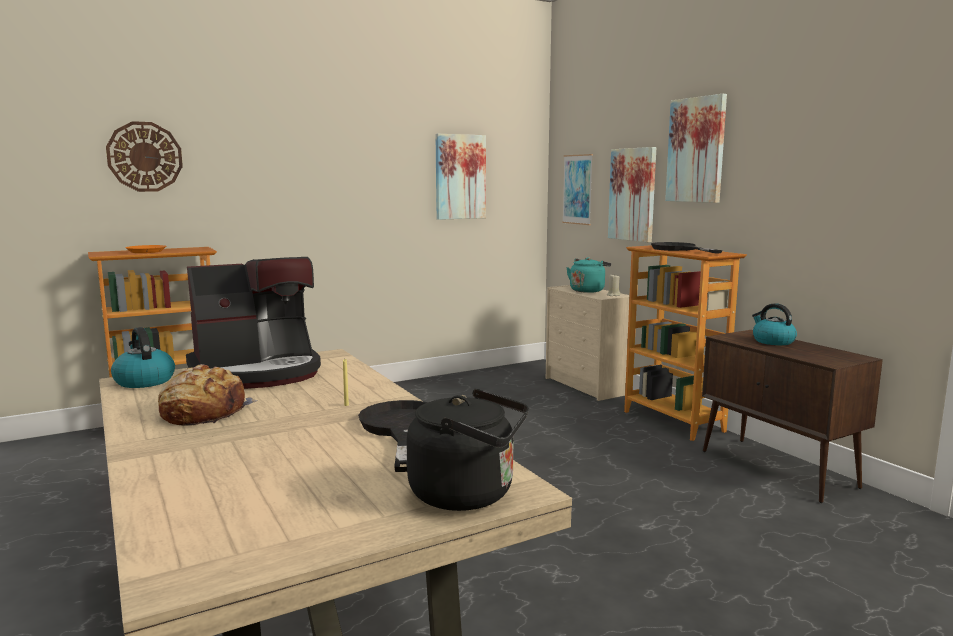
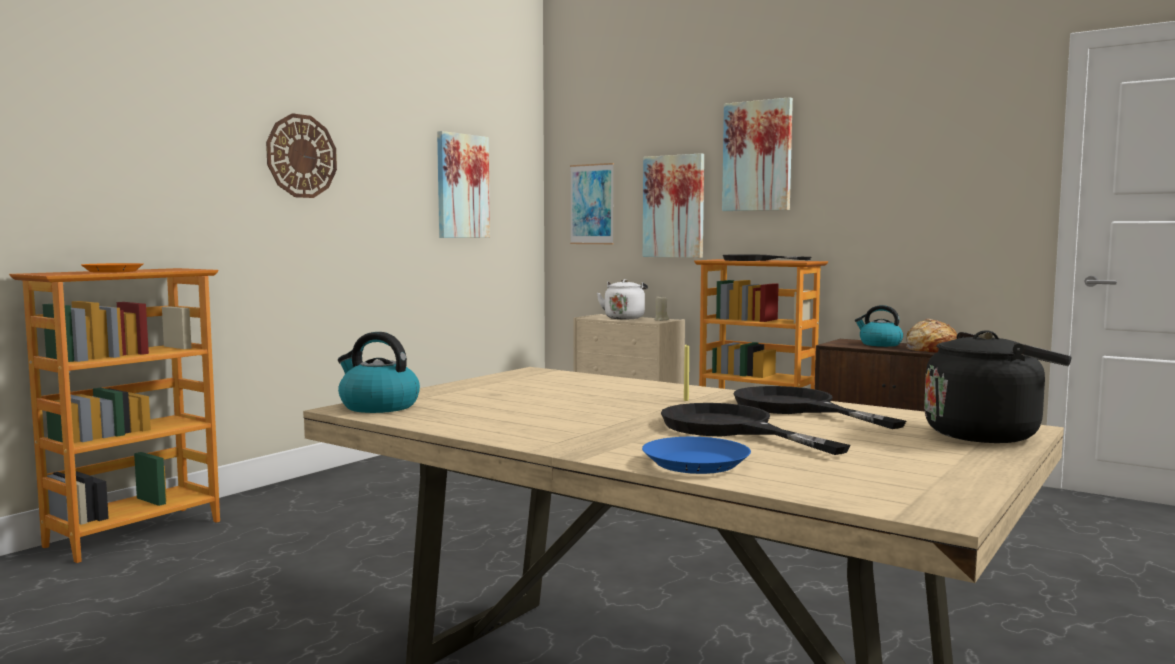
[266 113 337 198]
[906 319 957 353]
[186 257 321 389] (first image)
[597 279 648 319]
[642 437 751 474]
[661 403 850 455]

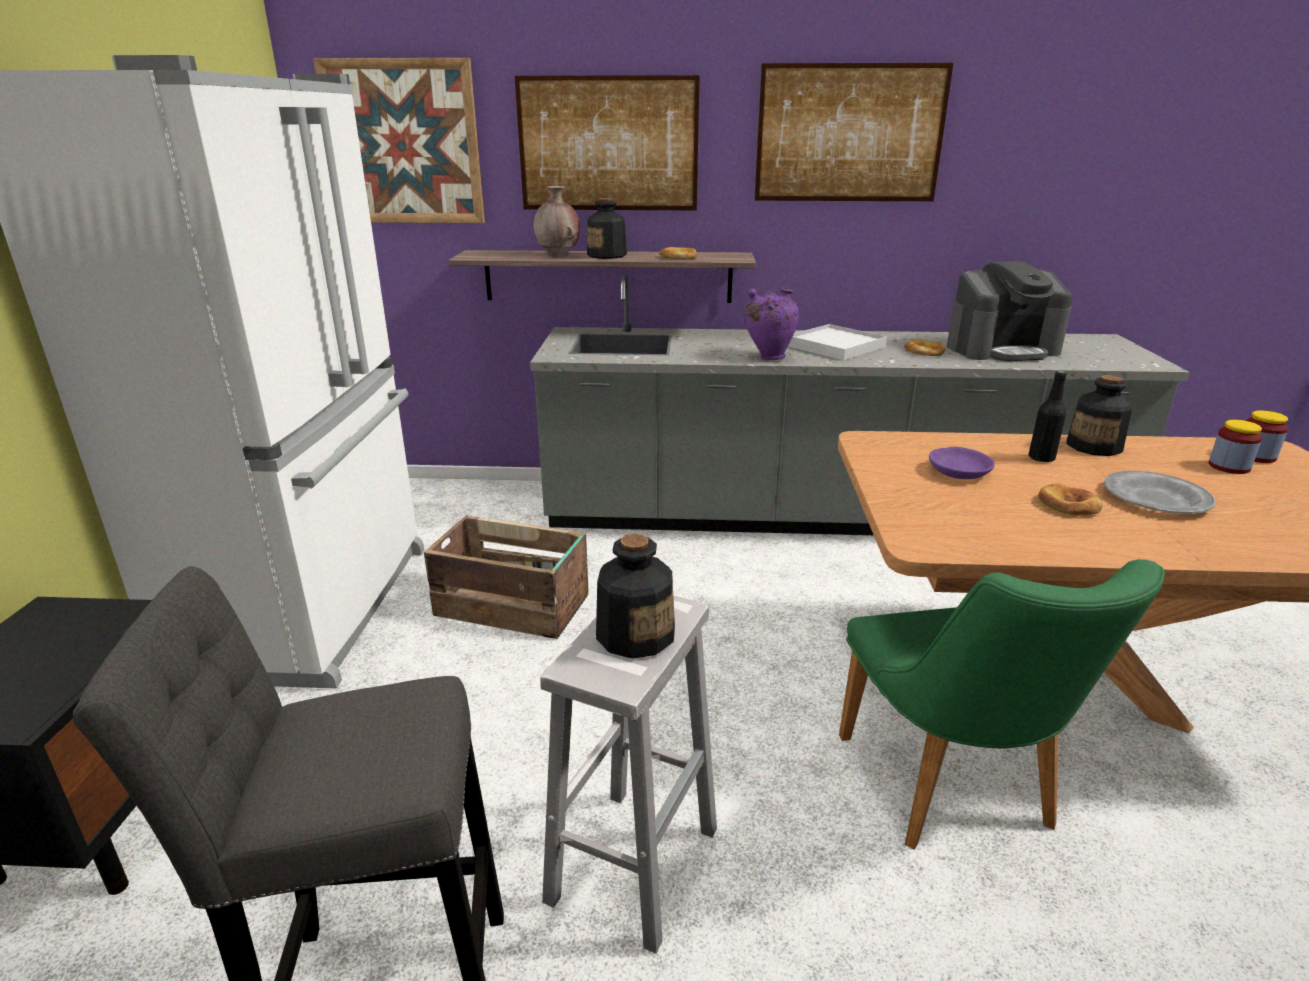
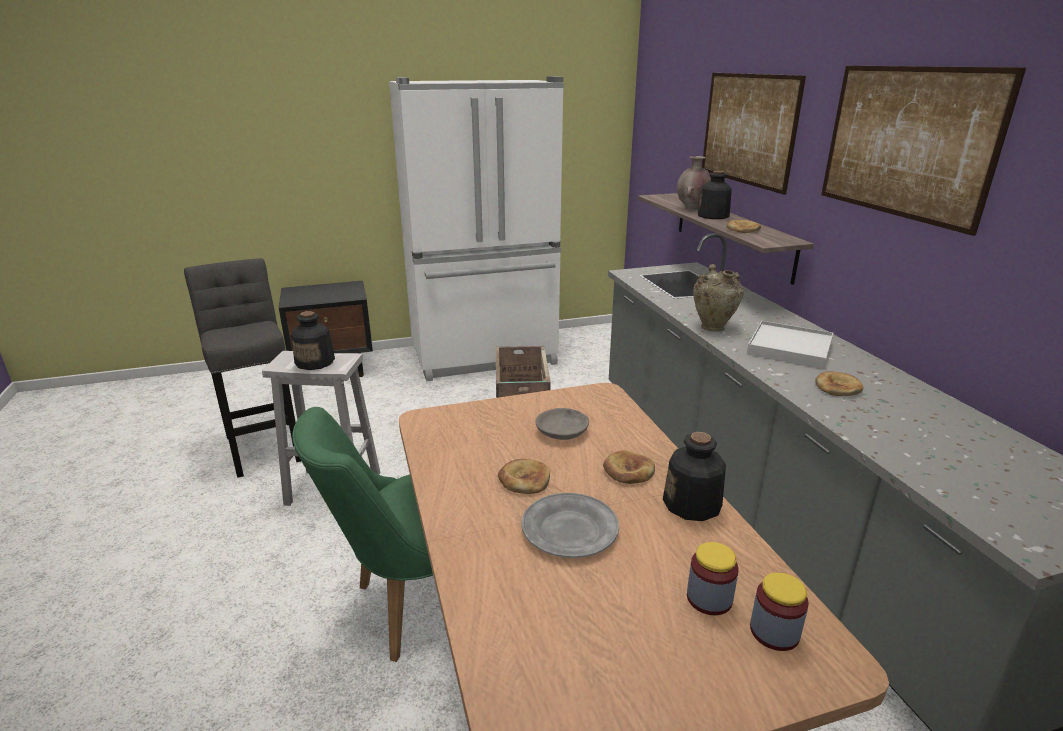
[313 58 485 223] (first image)
[693 264 744 332]
[535 408 589 440]
[947 261 1072 362] (first image)
[603 450 655 484]

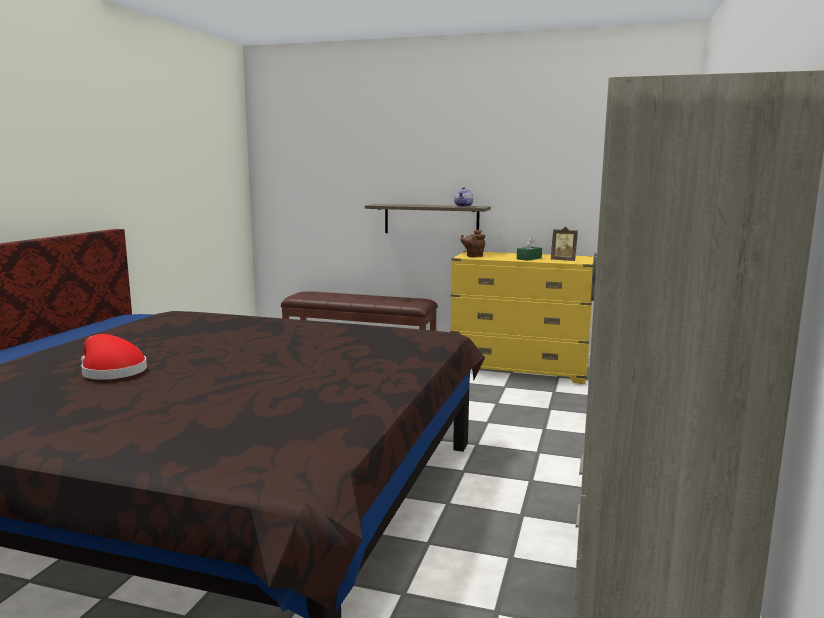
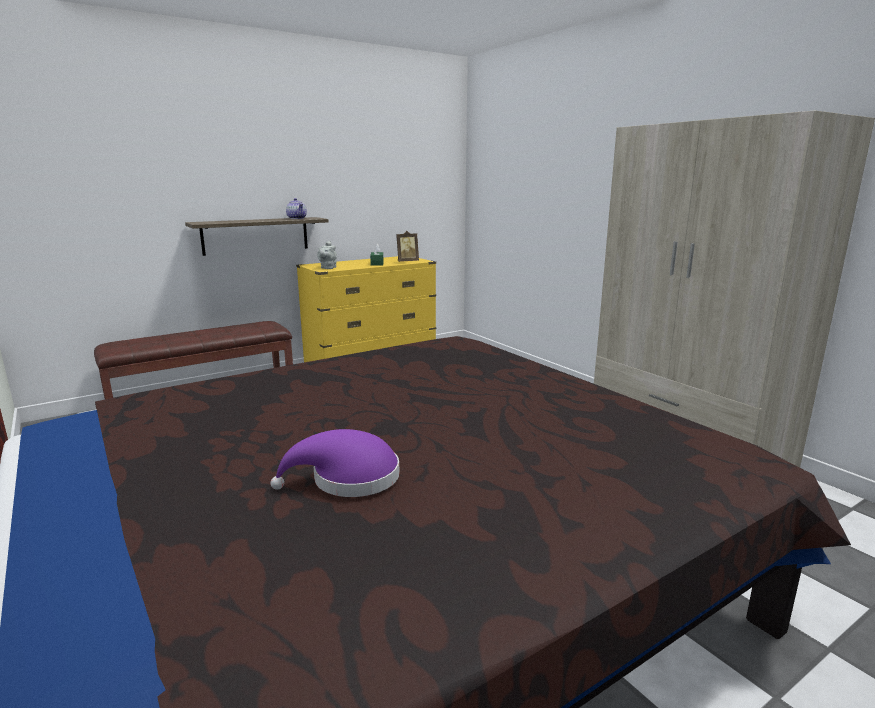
[271 429 400 497]
[317 241 337 269]

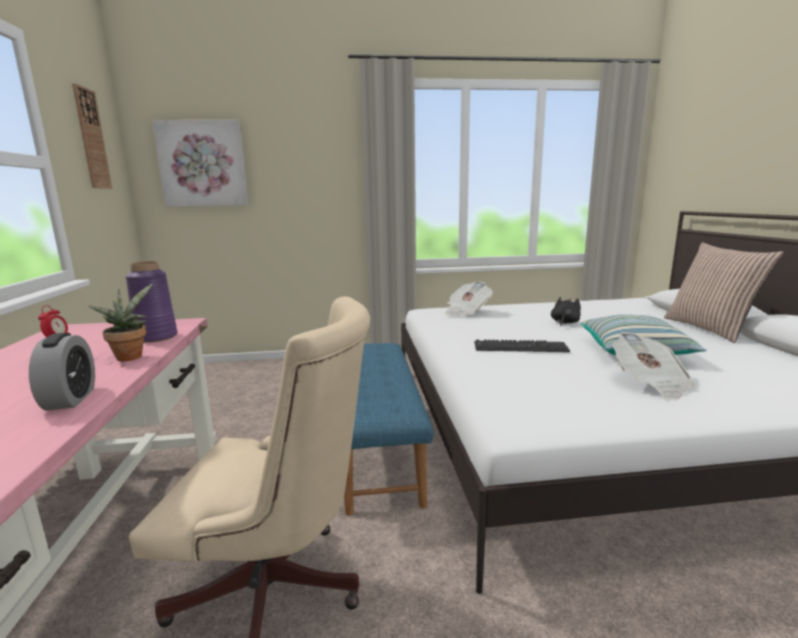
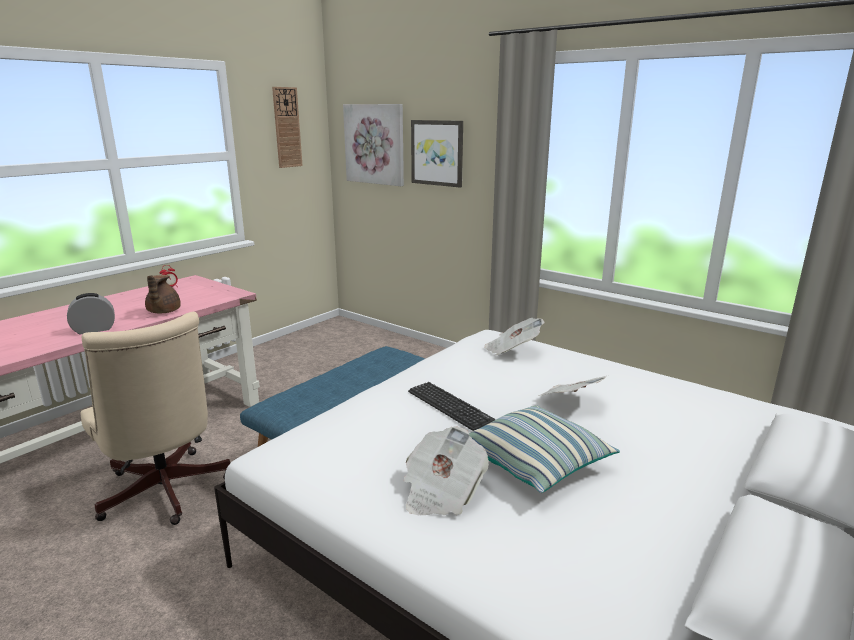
[67 293 115 335]
[145 275 181 313]
[125 261 177 343] (first image)
[538 376 606 396]
[664 243 784 343] (first image)
[411 120 463 188]

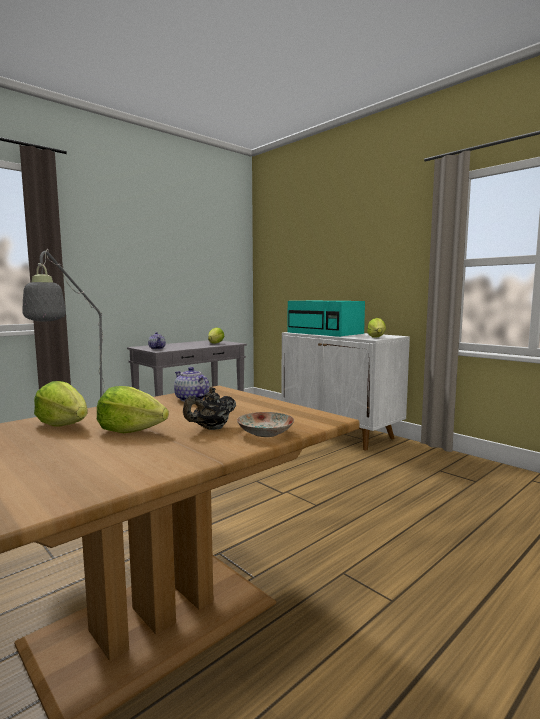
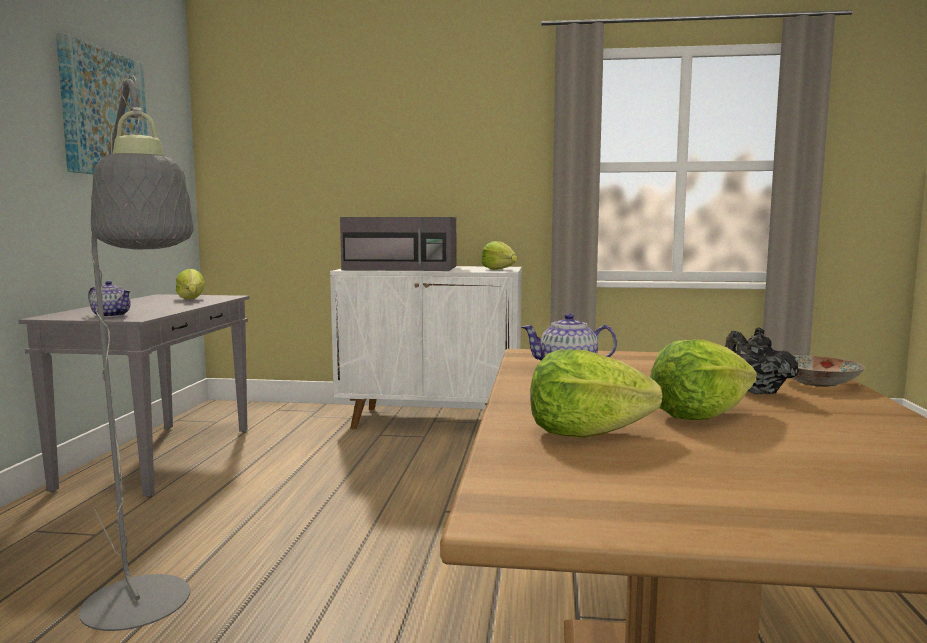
[725 327 799 394]
[340 217 456 271]
[56 33 148 174]

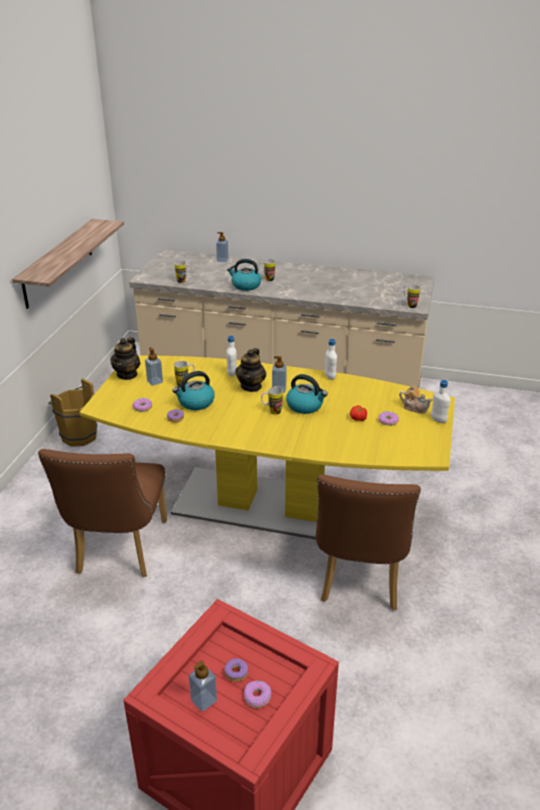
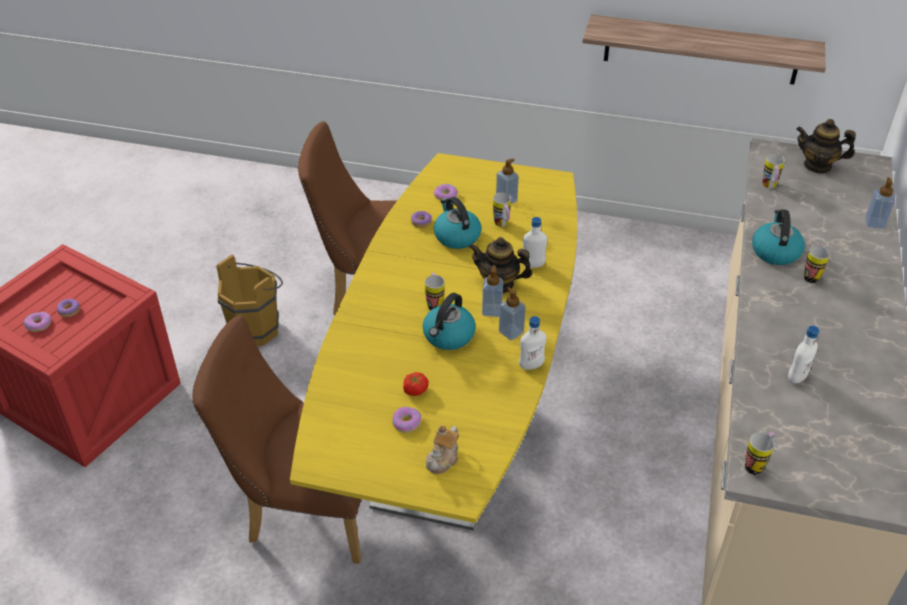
[217 255 283 346]
[796 119 856 174]
[499 287 526 340]
[788 326 819 384]

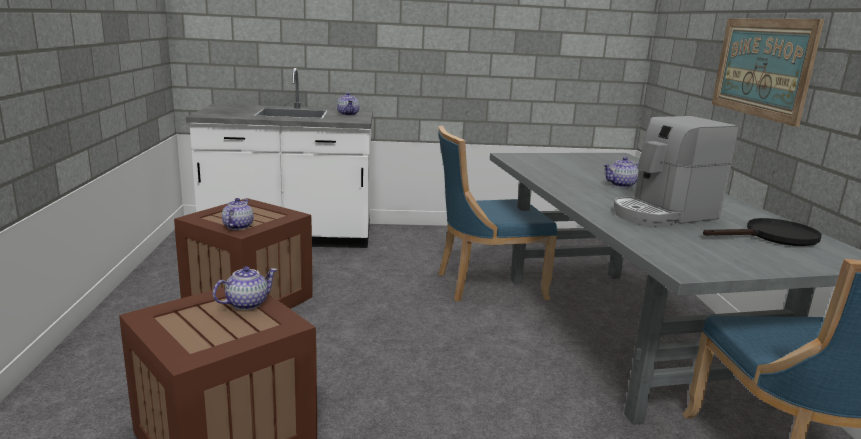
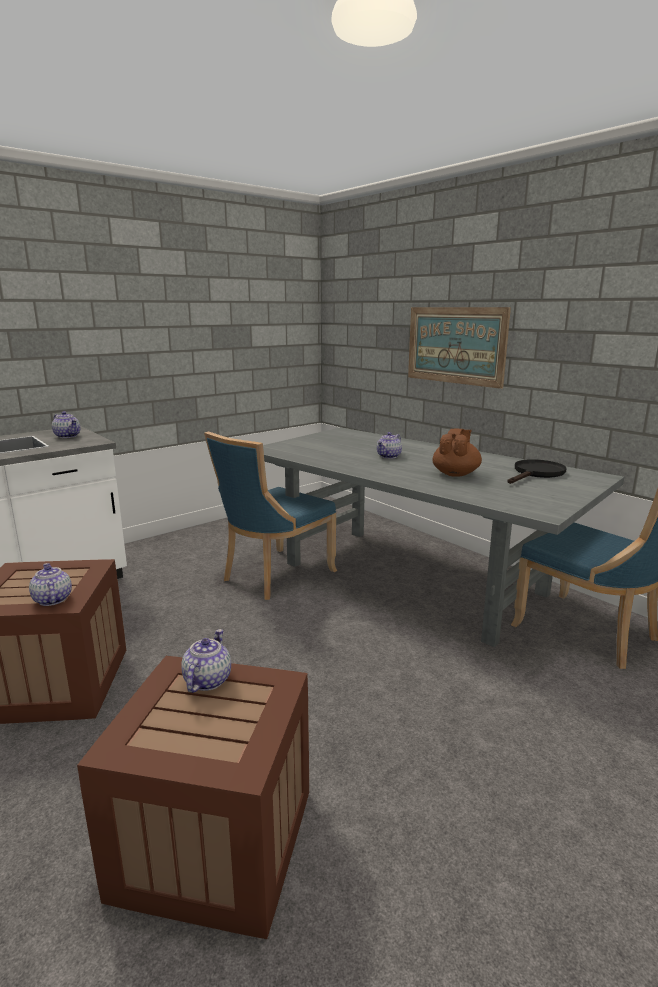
[433 429 482 477]

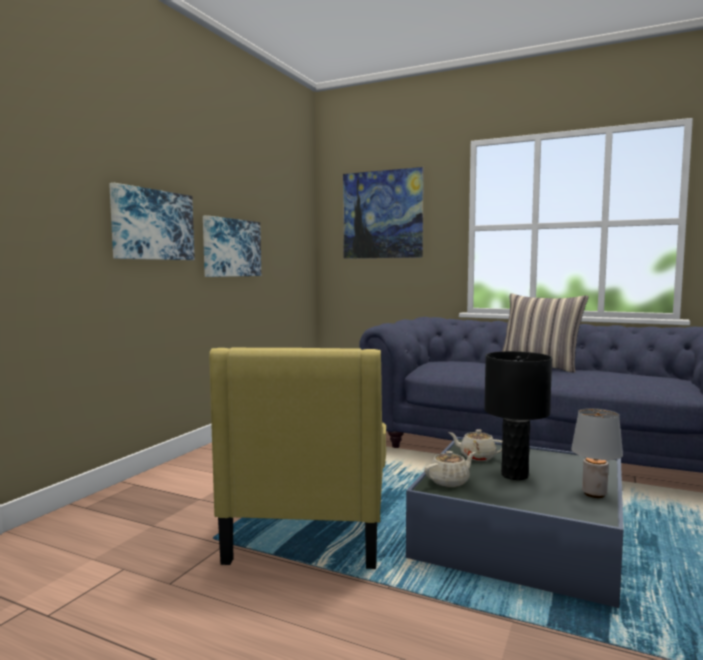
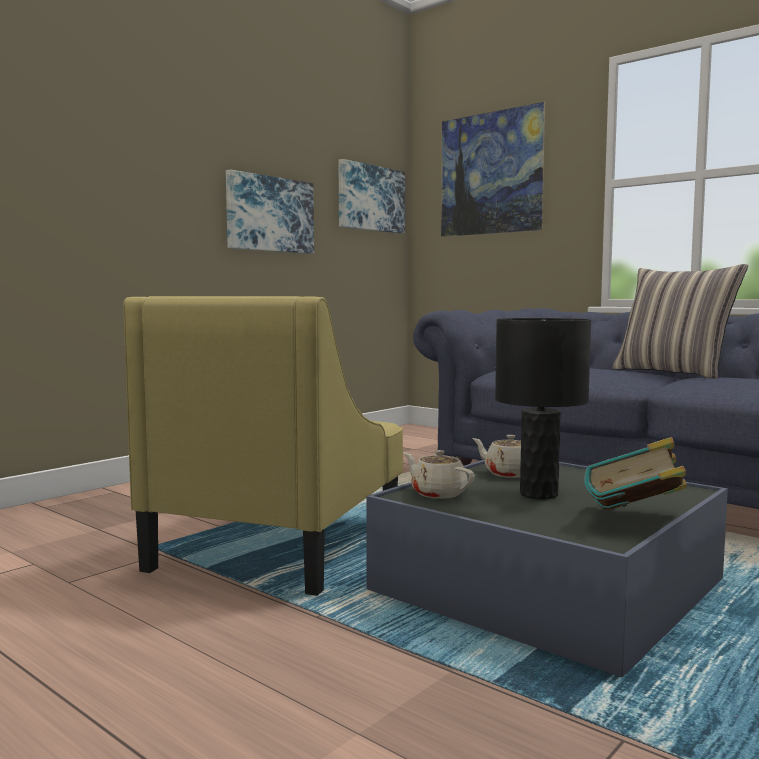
[338 159 405 233]
[404 450 475 499]
[584 437 687 510]

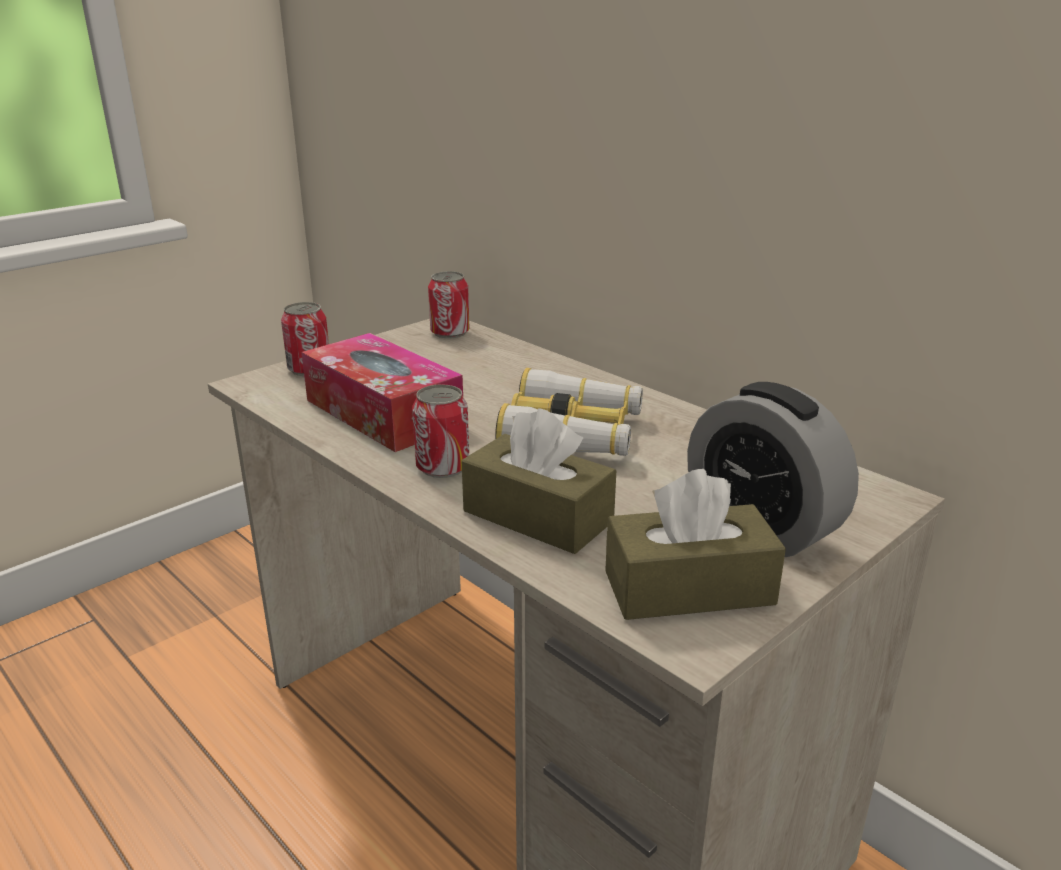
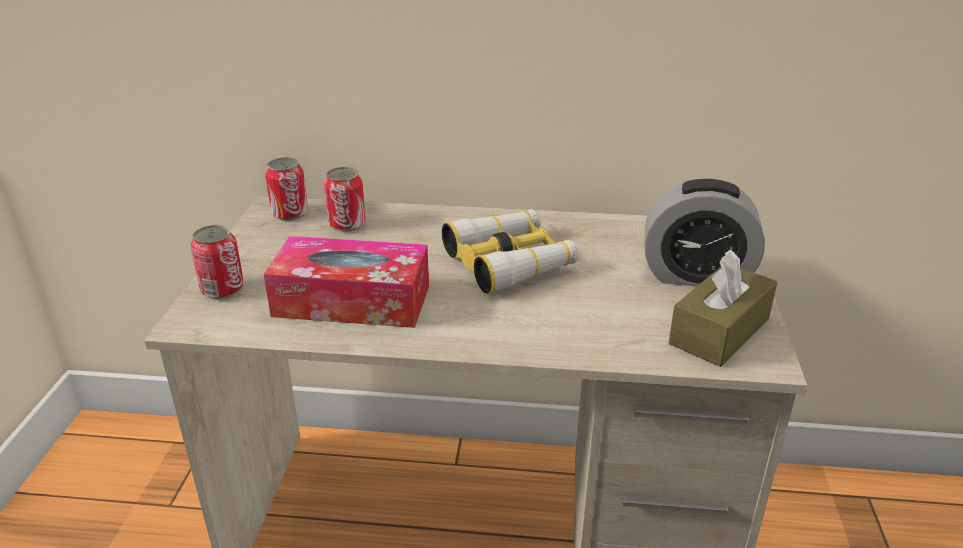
[324 167 366 232]
[461 409 616 554] (first image)

